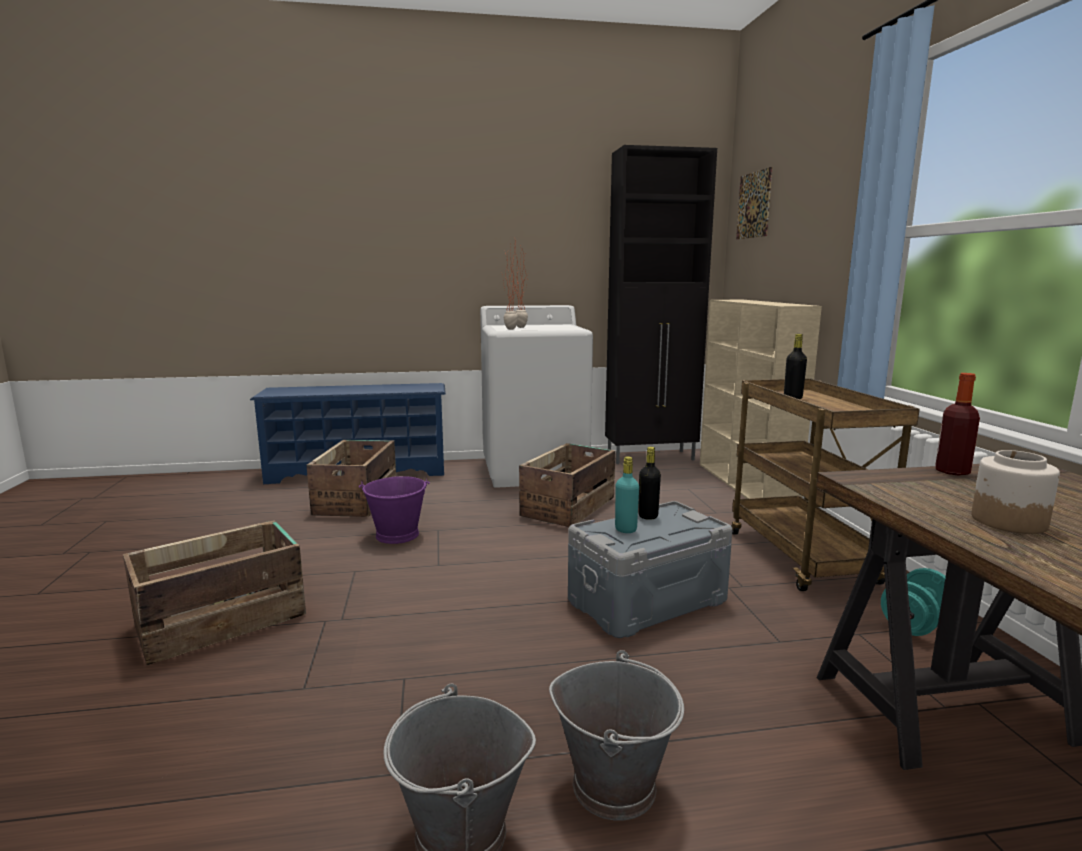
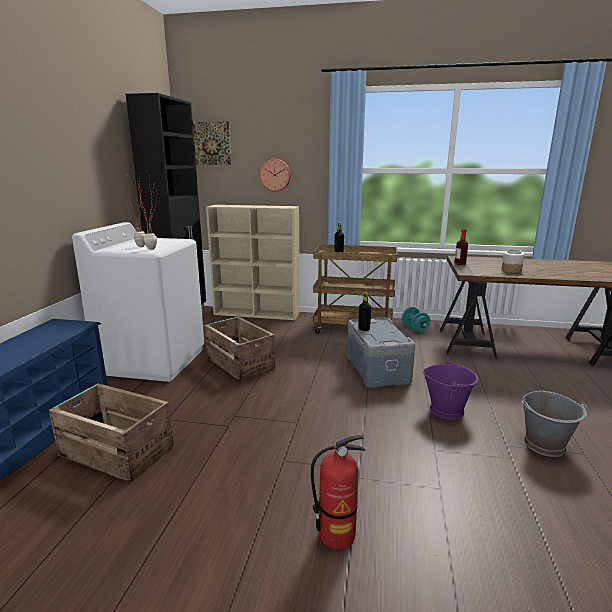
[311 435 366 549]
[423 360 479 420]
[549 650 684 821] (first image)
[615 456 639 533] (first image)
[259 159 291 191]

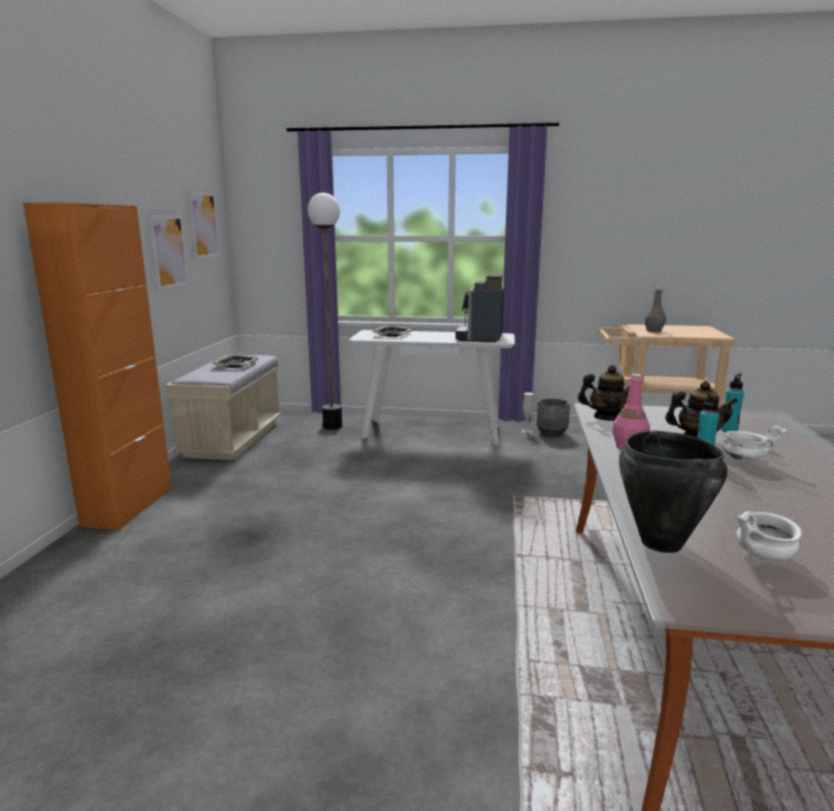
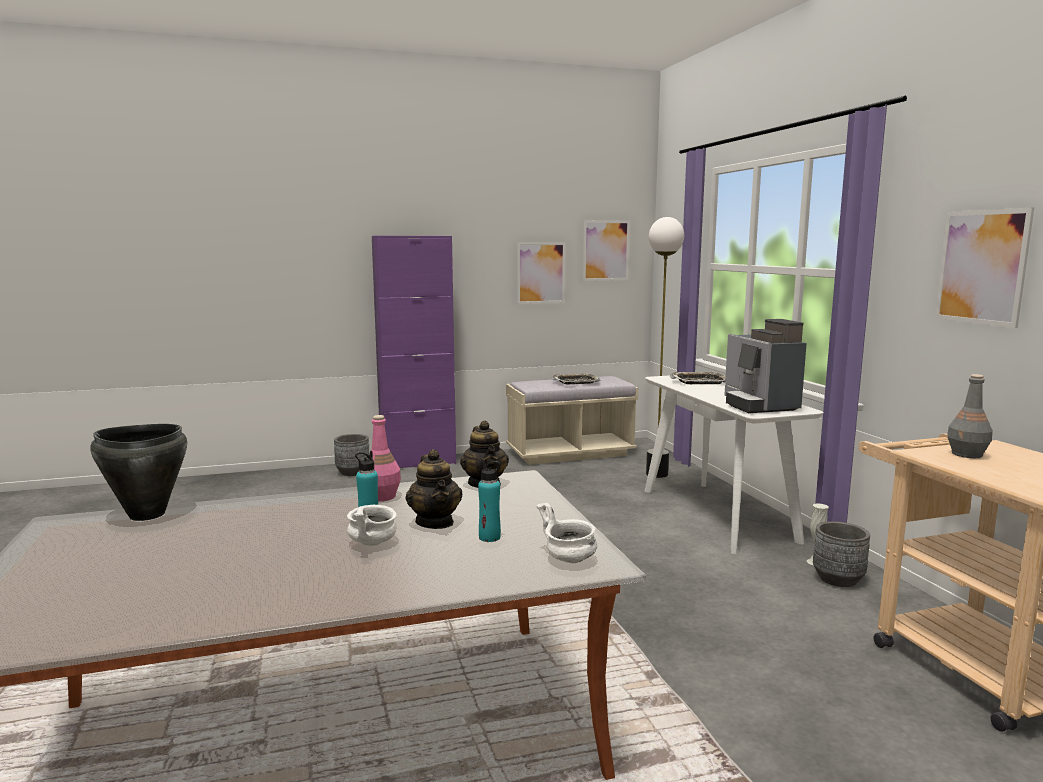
[372 236 456 468]
[724 319 807 413]
[536 503 597 563]
[334 434 369 476]
[934 208 1034 328]

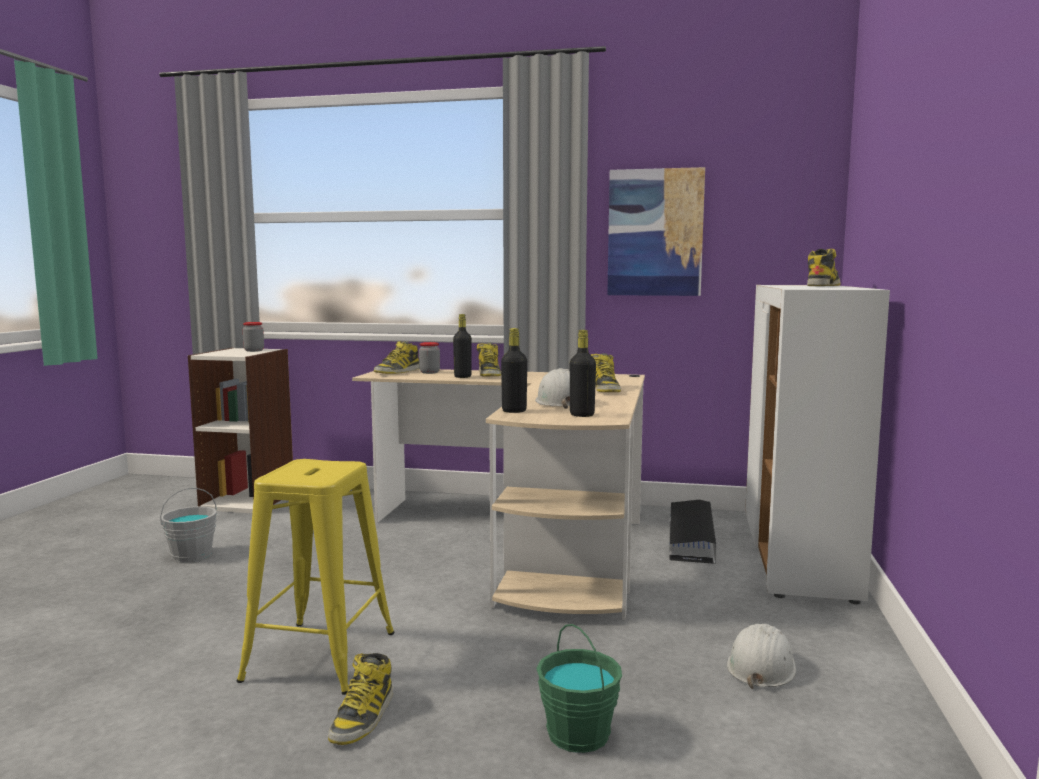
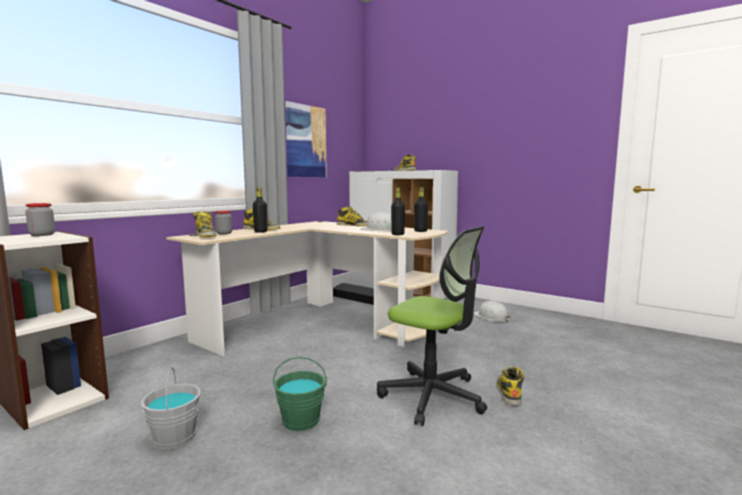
[377 226 487 426]
[497 367 524 406]
[273 357 327 431]

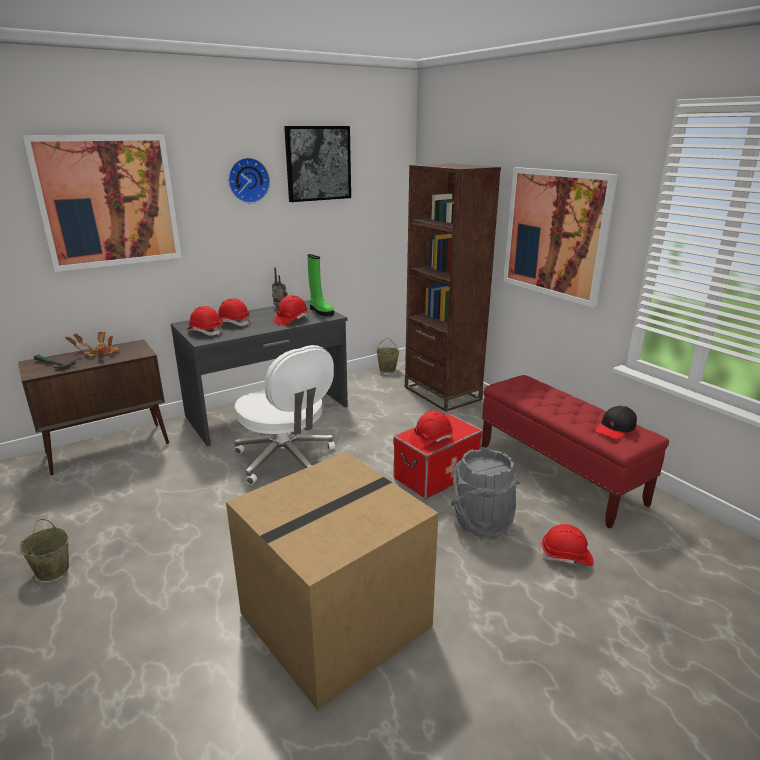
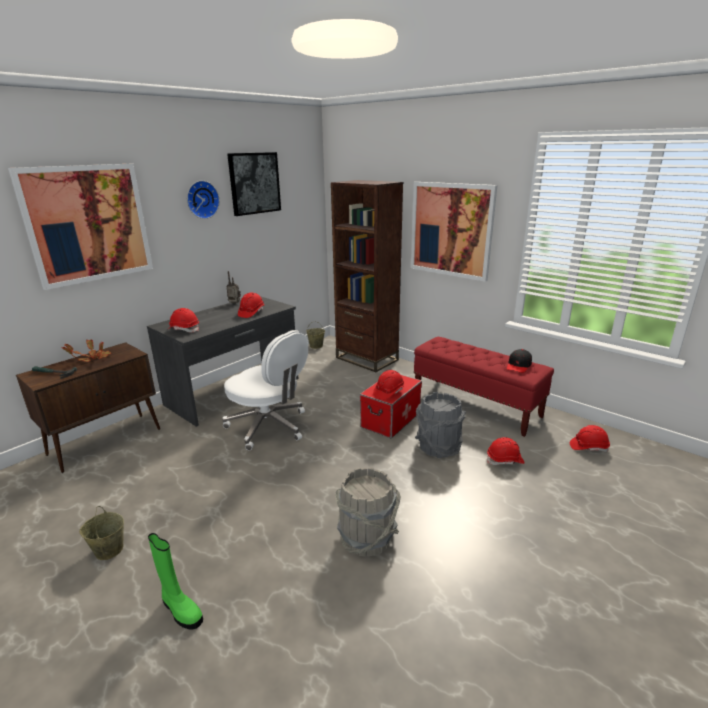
[570 425 610 452]
[335 467 401 557]
[148 533 203 630]

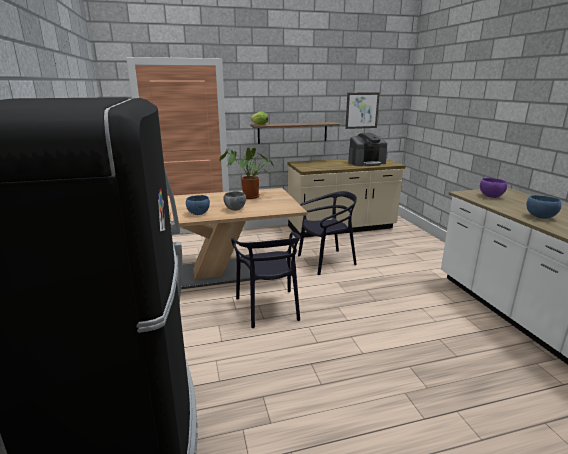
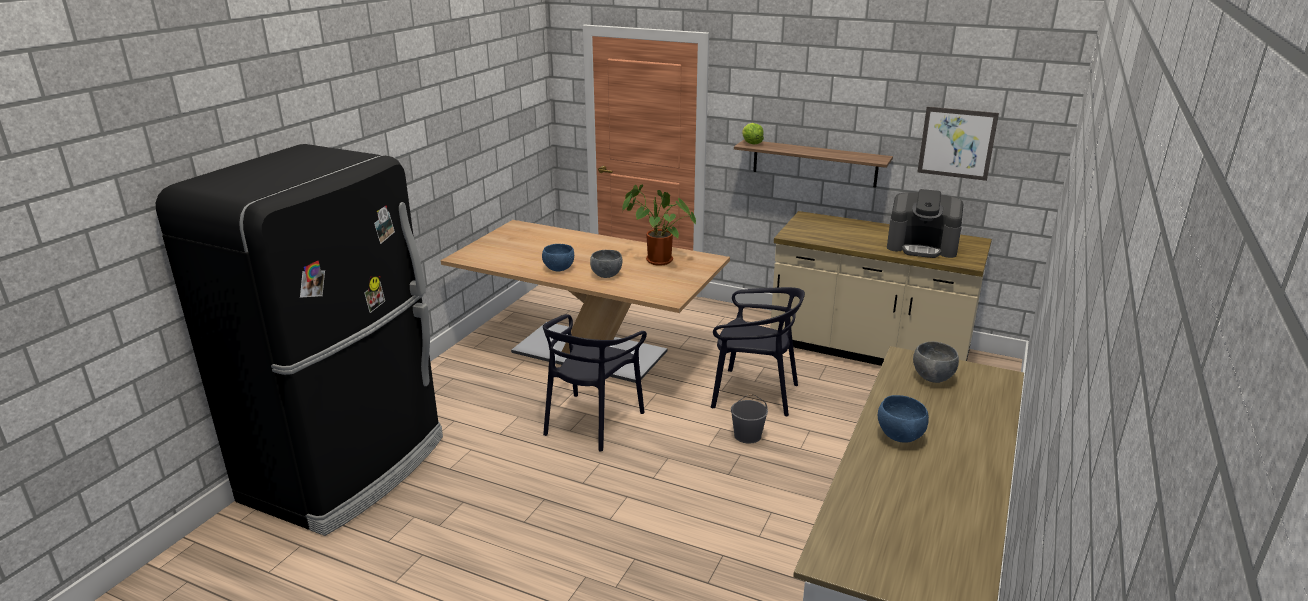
[913 341 959 383]
[731 394 768 444]

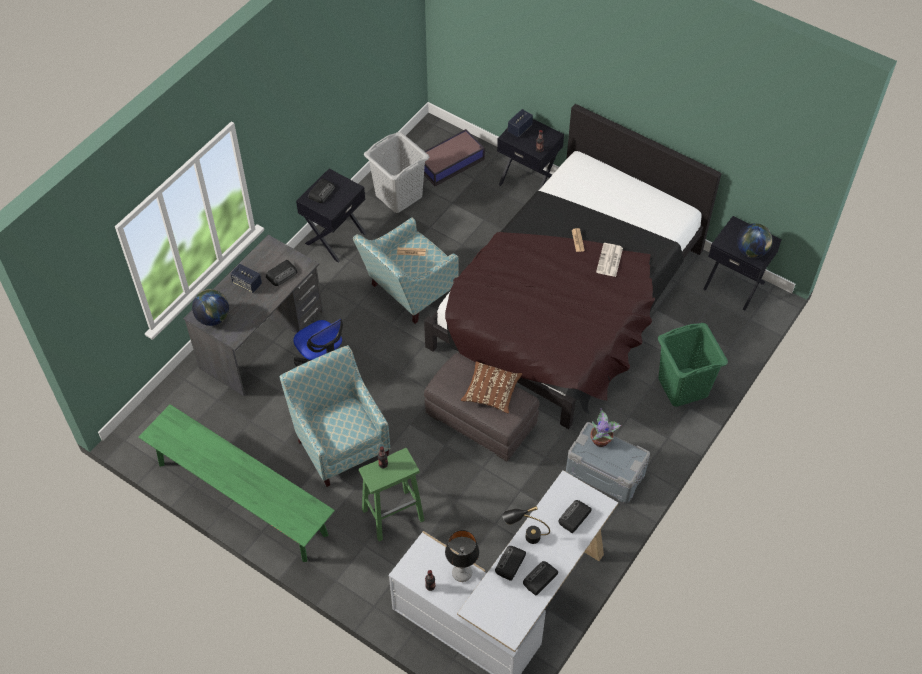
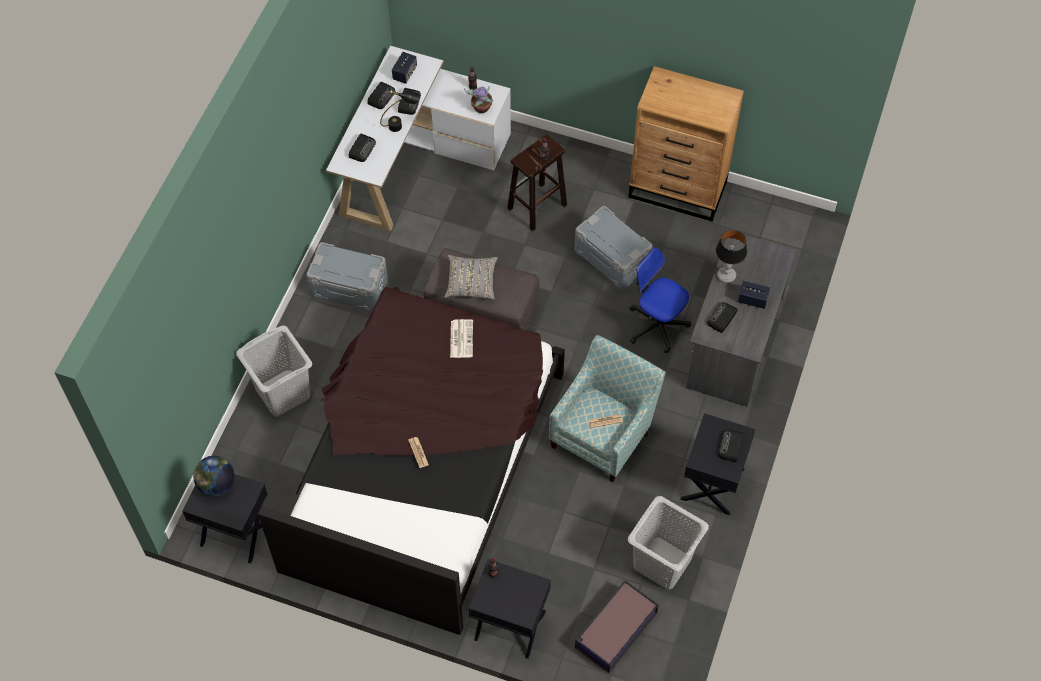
[628 66 744 222]
[192 289 229 326] (first image)
[575 206 653 290]
[507 134 567 231]
[716 230 747 283]
[444 255 498 300]
[392 52 417 84]
[464 86 493 113]
[450 319 473 358]
[236 326 312 417]

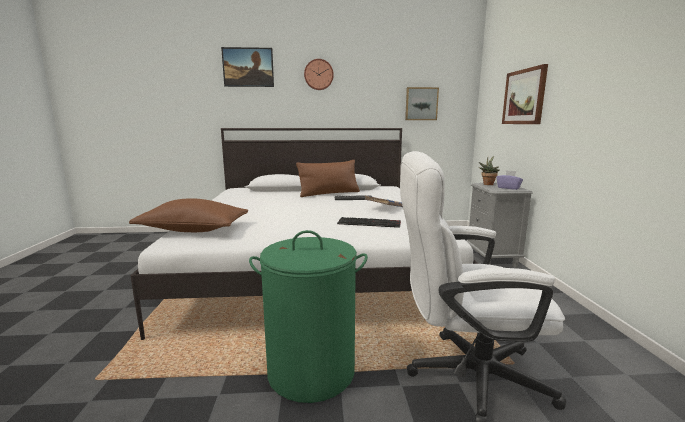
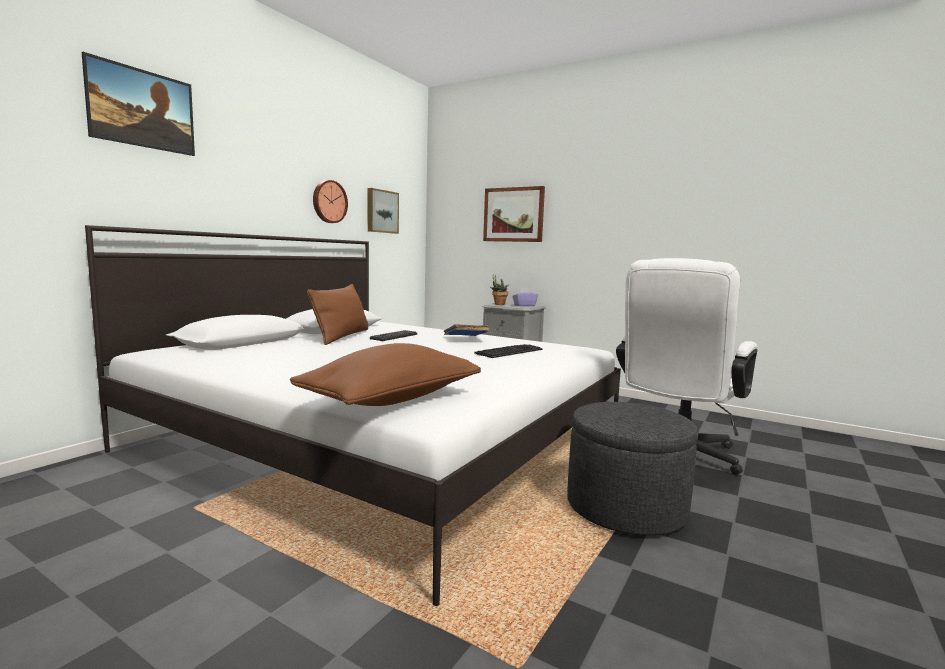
[567 402 698 535]
[313 180 348 223]

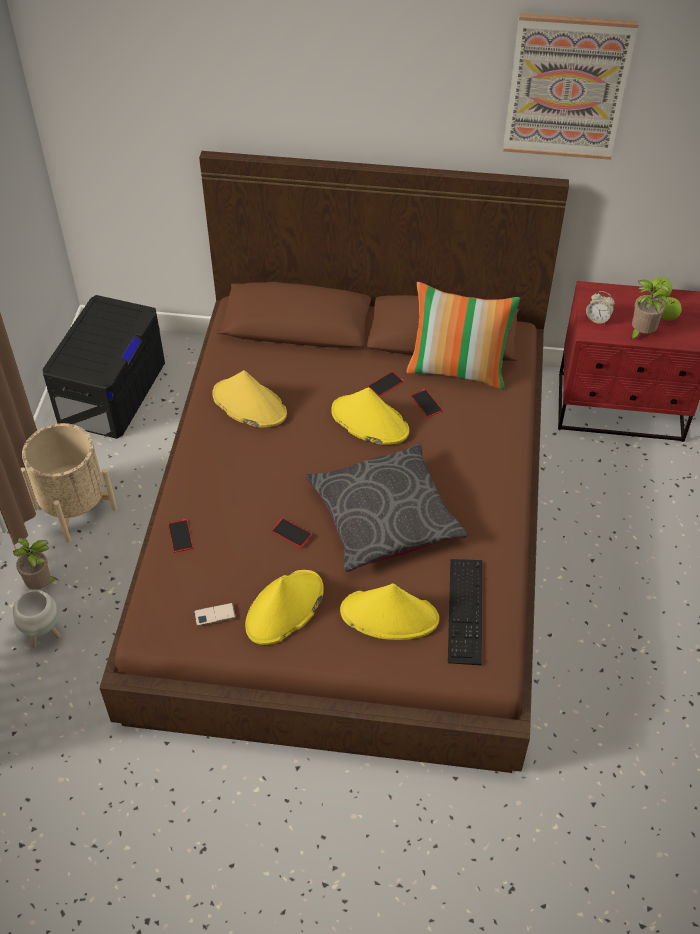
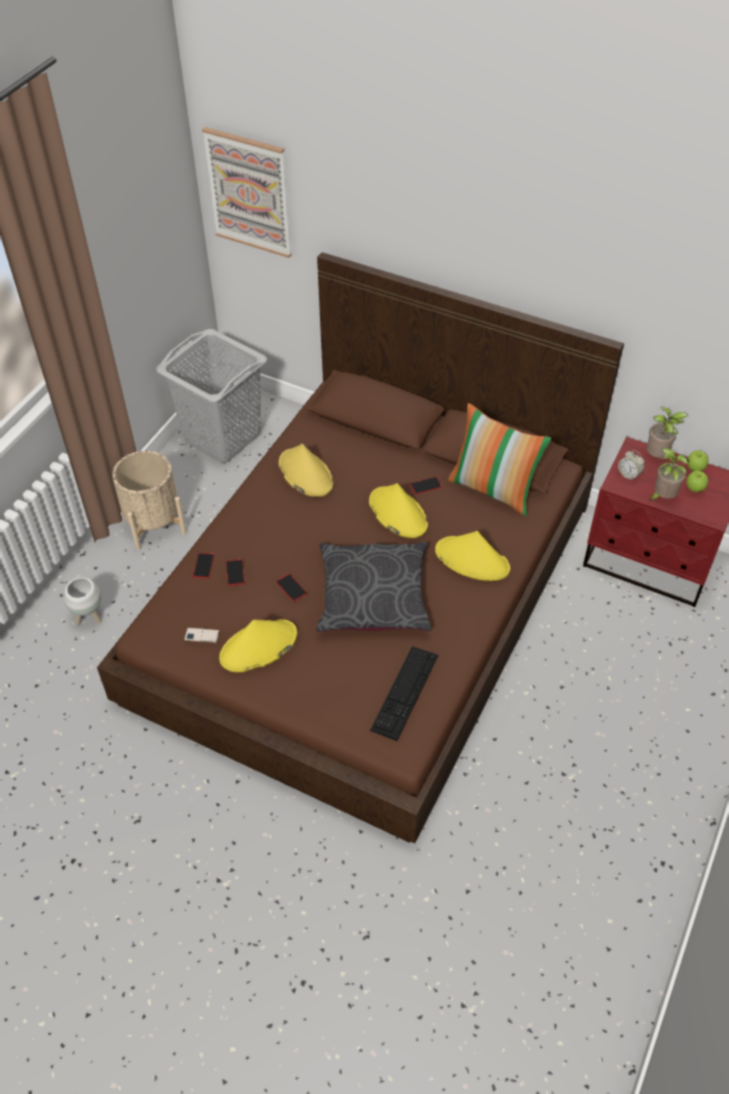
[647 407 688 458]
[156 329 267 463]
[435 531 510 581]
[226 559 245 586]
[202 127 291 258]

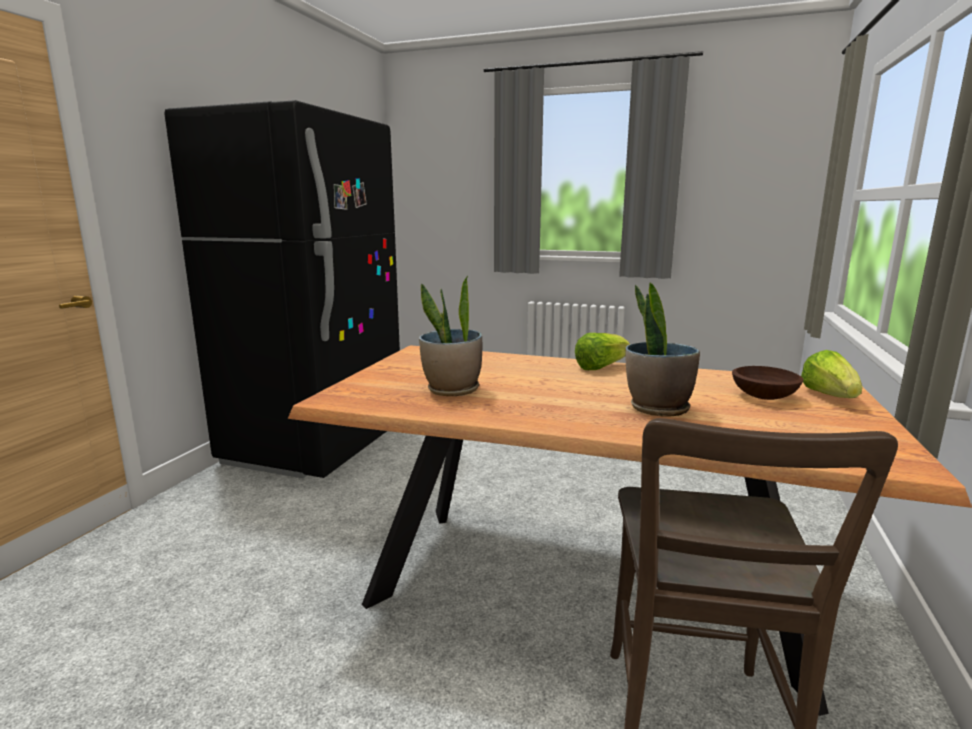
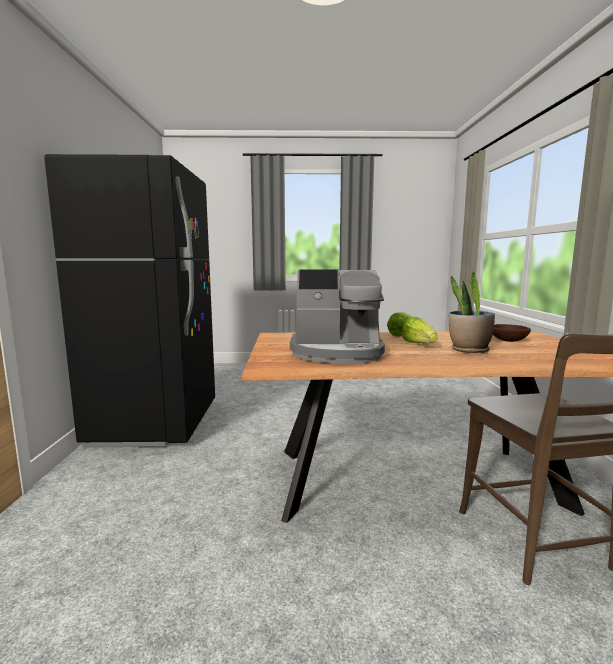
[290 269 385 364]
[401 317 438 343]

